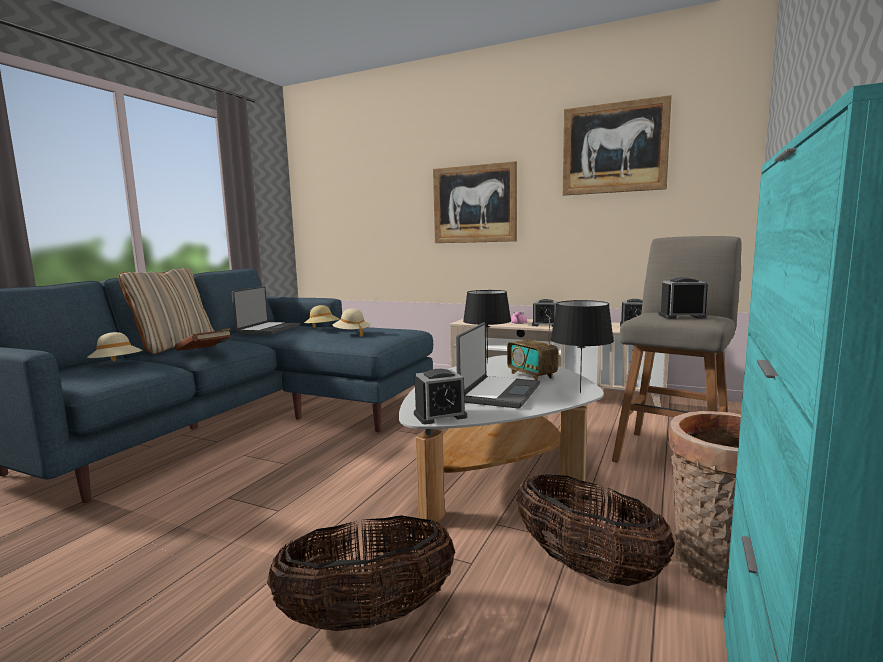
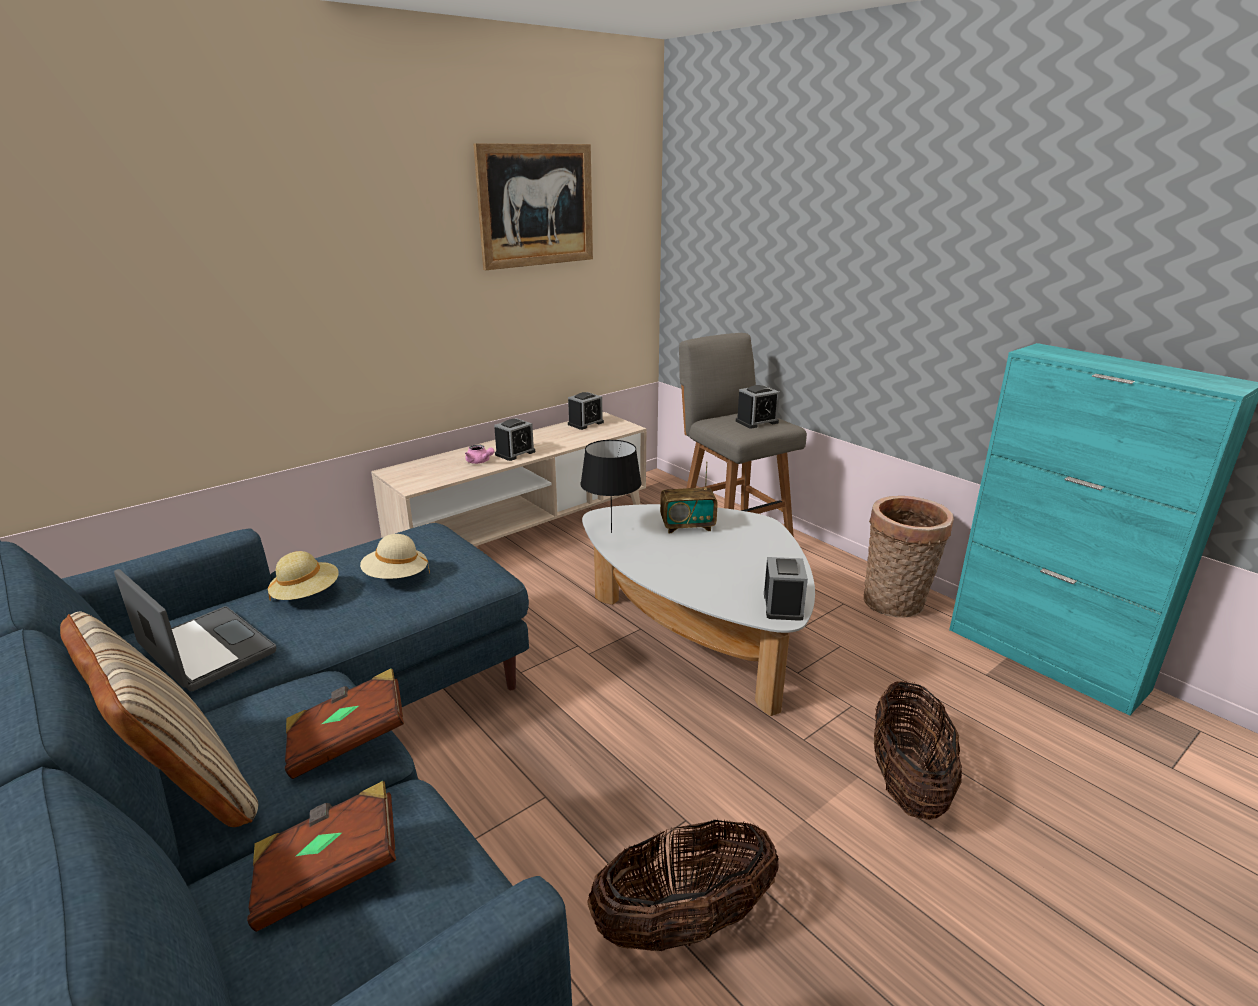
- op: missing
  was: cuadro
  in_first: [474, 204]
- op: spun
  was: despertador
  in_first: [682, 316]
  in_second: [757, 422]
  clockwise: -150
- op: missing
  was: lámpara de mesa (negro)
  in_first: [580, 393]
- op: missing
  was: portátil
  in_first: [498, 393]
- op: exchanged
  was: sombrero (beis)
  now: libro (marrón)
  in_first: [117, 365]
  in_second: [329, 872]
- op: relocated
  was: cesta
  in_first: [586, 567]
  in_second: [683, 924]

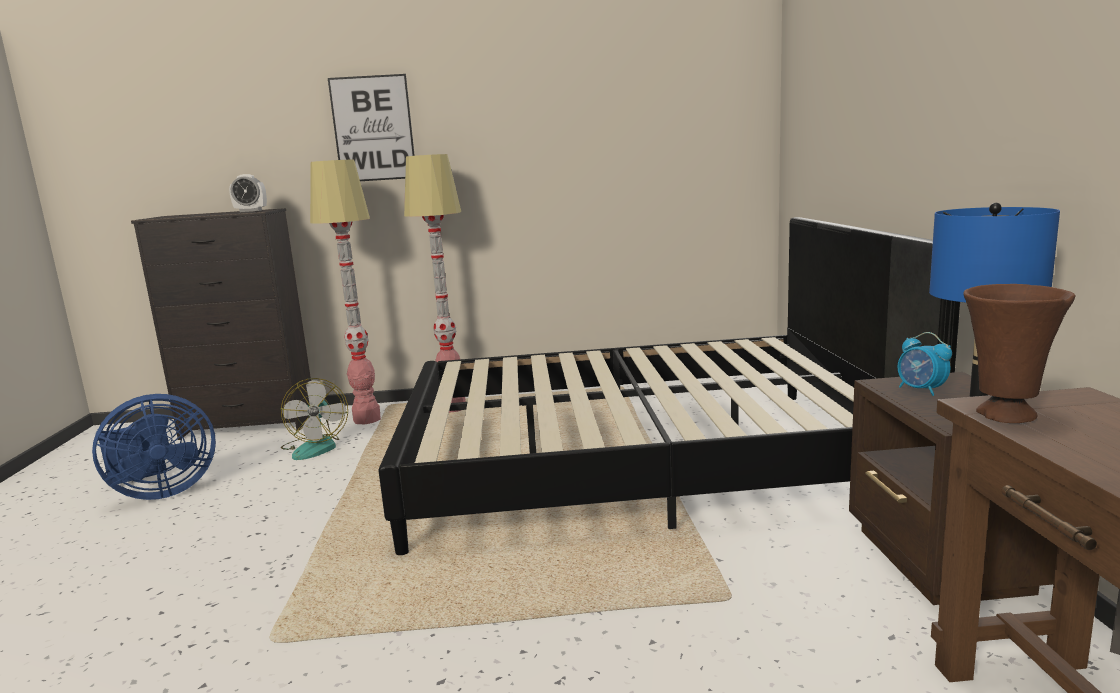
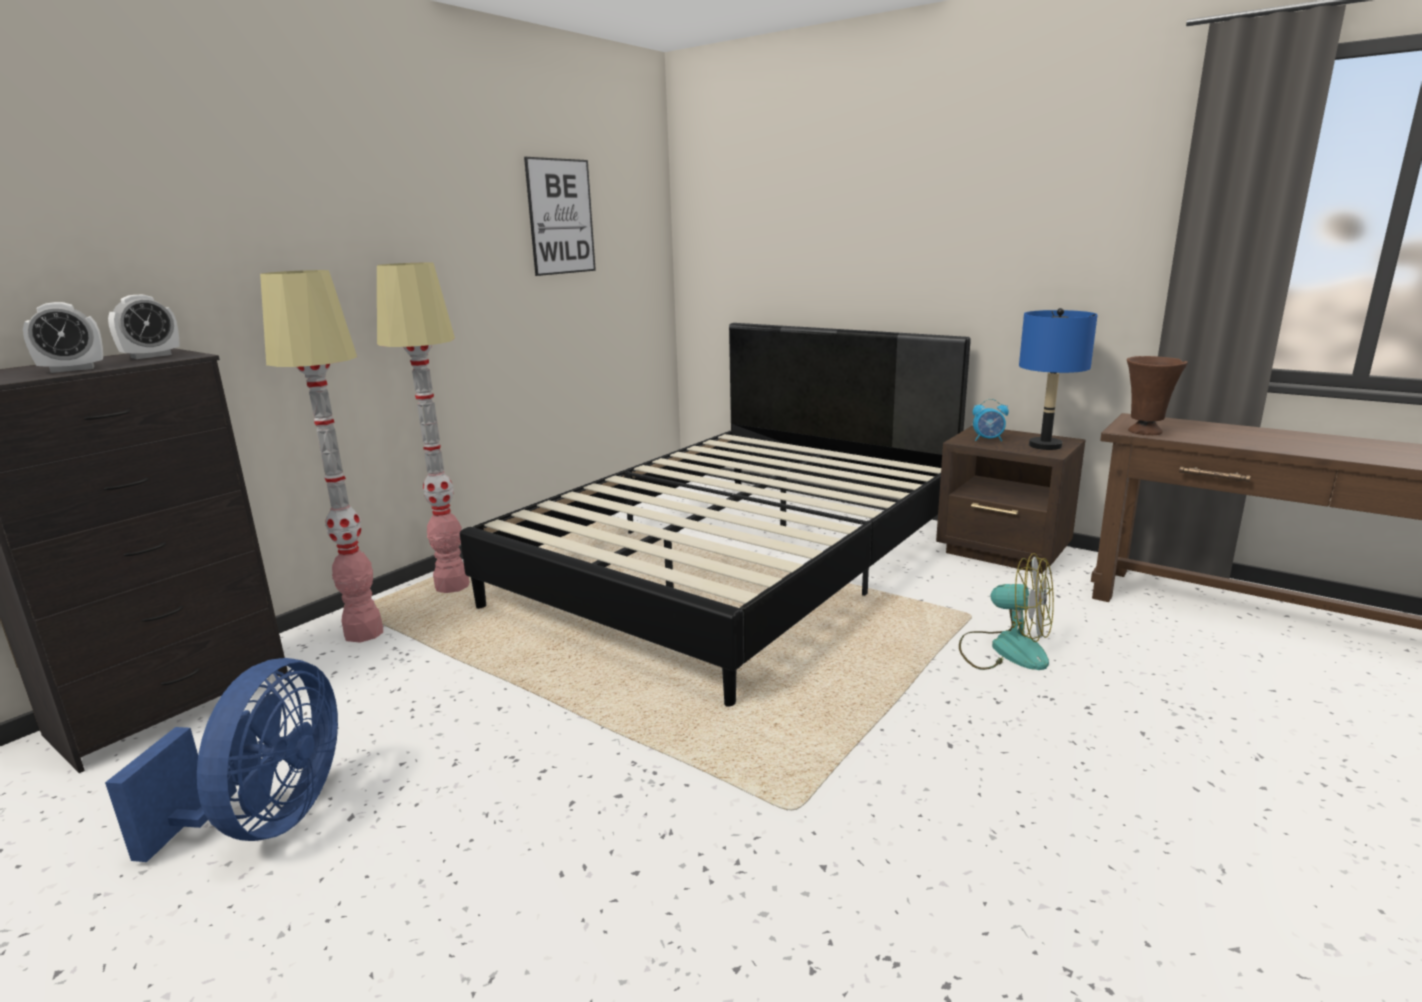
- op: relocated
  was: cuadro
  in_first: [373, 129]
  in_second: [561, 217]
- op: relocated
  was: ventilador
  in_first: [316, 447]
  in_second: [1005, 649]
- op: appeared
  now: despertador
  in_second: [73, 369]

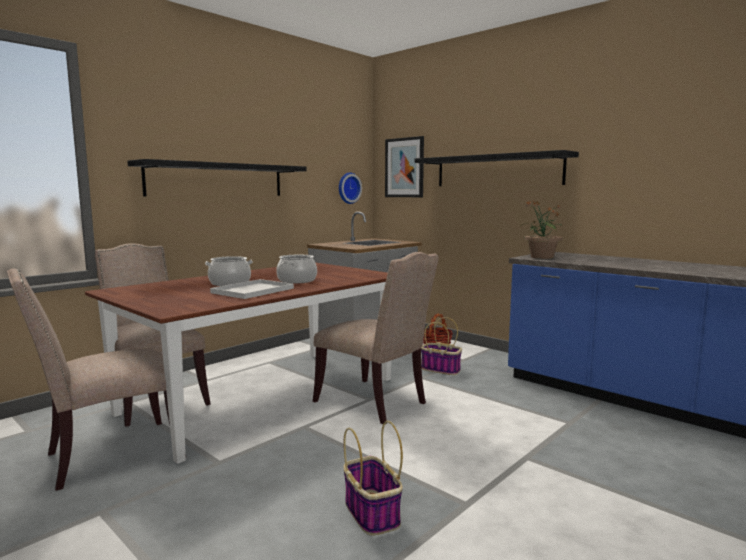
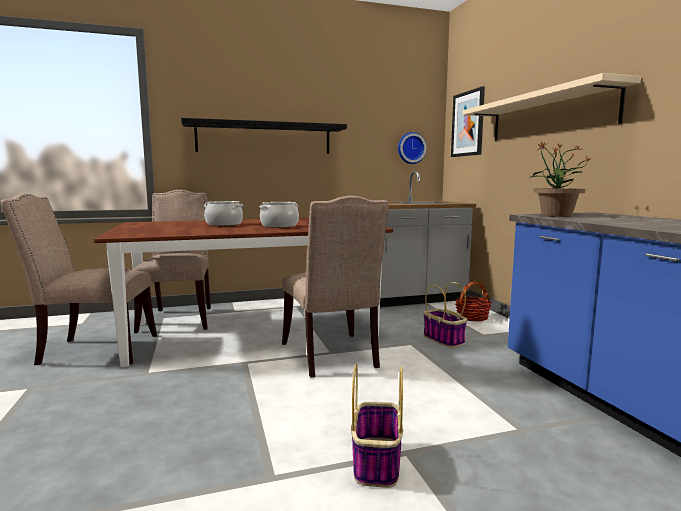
- op: colour
  was: estante (negro)
  now: estante (beis)
  in_first: [497, 171]
  in_second: [549, 115]
- op: missing
  was: bandeja (blanco)
  in_first: [252, 291]
- op: relocated
  was: cesta
  in_first: [371, 512]
  in_second: [376, 461]

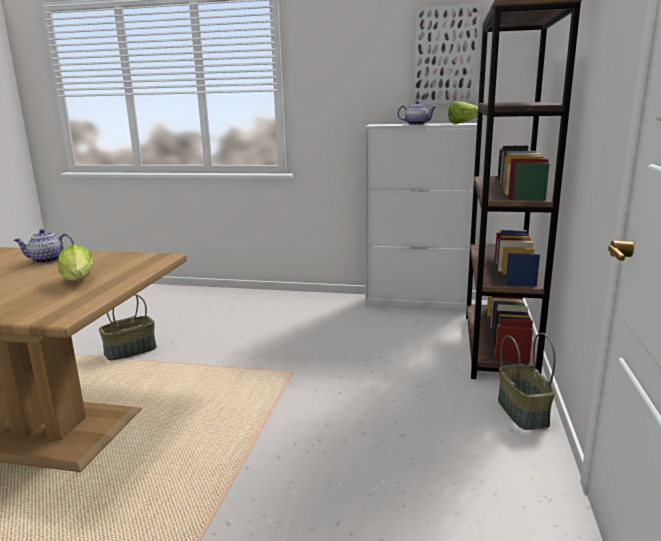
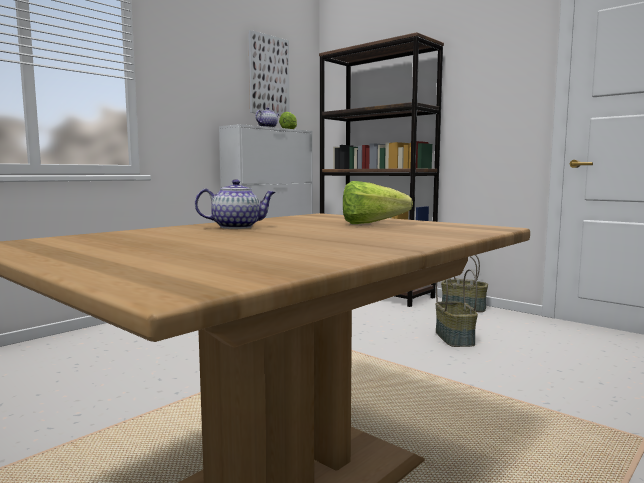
- op: spun
  was: tetera
  in_first: [46, 260]
  in_second: [237, 227]
  clockwise: -120
- op: relocated
  was: cesta
  in_first: [130, 351]
  in_second: [455, 338]

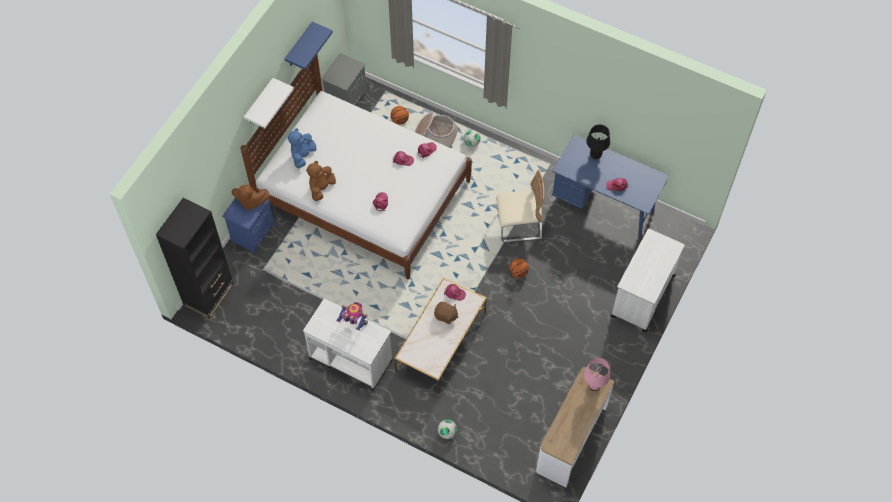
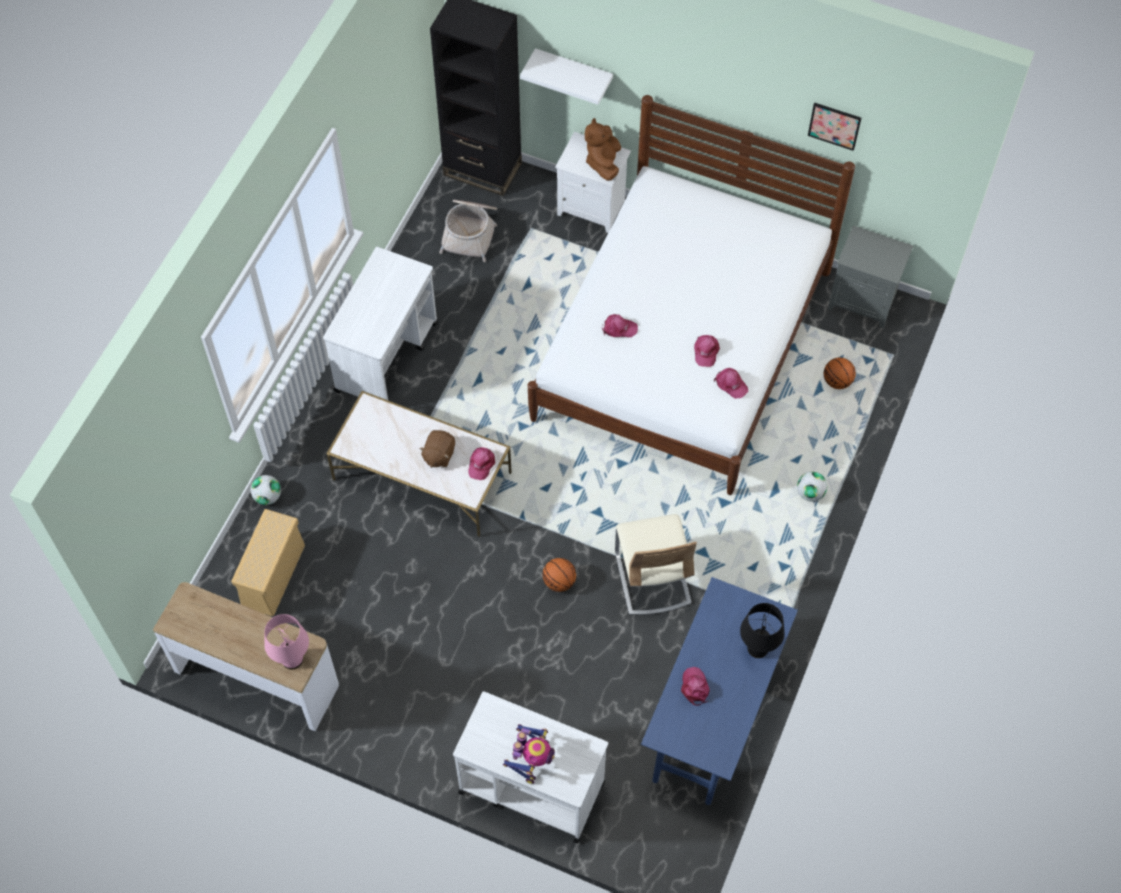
- op: exchanged
  was: estante (azul)
  now: cuadro
  in_first: [299, 46]
  in_second: [834, 126]
- op: relocated
  was: estante (blanco)
  in_first: [259, 103]
  in_second: [573, 71]
- op: relocated
  was: cesta
  in_first: [436, 135]
  in_second: [470, 232]
- op: missing
  was: peluche (azul)
  in_first: [303, 155]
- op: missing
  was: peluche (marrón)
  in_first: [321, 188]
- op: colour
  was: mesita de noche (azul)
  now: mesita de noche (blanco)
  in_first: [252, 233]
  in_second: [593, 207]
- op: relocated
  was: robot de juguete
  in_first: [353, 322]
  in_second: [531, 760]
- op: appeared
  now: caja de almacenaje (beis)
  in_second: [273, 574]

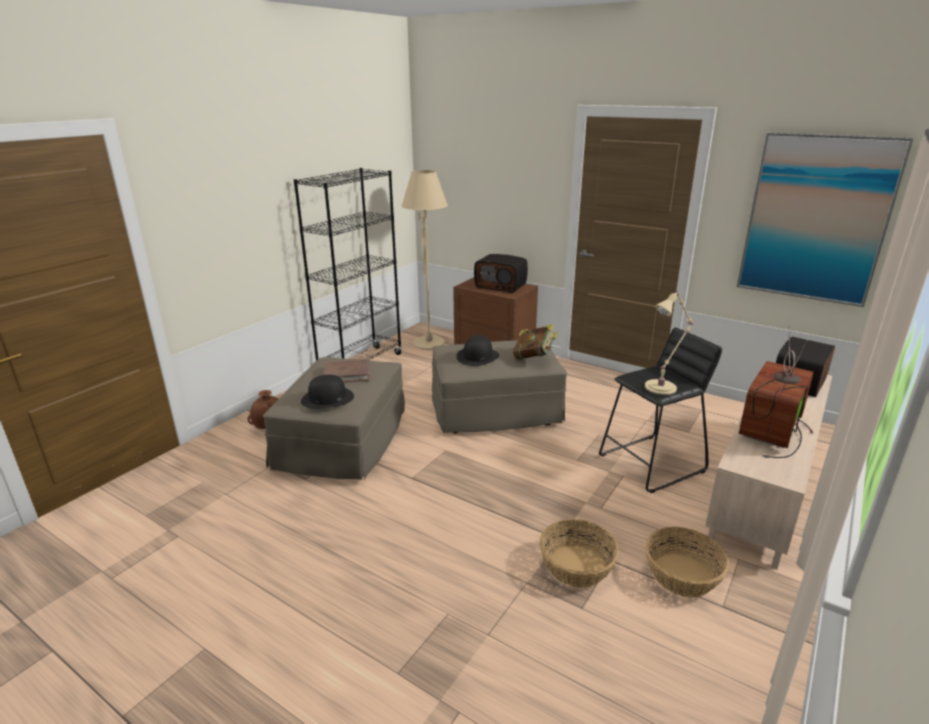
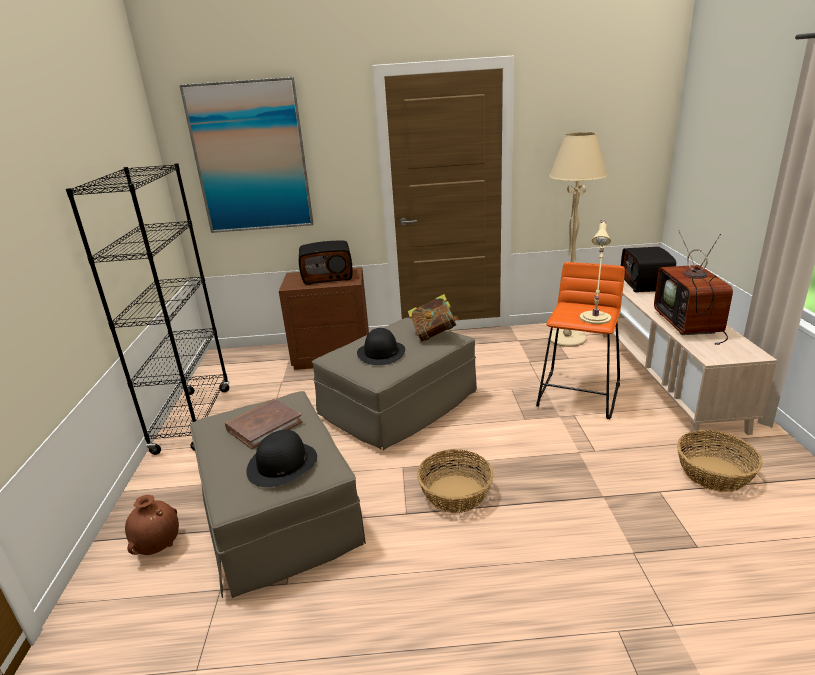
- op: relocated
  was: cuadro
  in_first: [816, 219]
  in_second: [250, 158]
- op: relocated
  was: lámpara de pie (beis)
  in_first: [429, 343]
  in_second: [567, 339]
- op: colour
  was: taburete (negro)
  now: taburete (naranja)
  in_first: [652, 463]
  in_second: [579, 395]
- op: relocated
  was: cesta
  in_first: [576, 566]
  in_second: [455, 494]

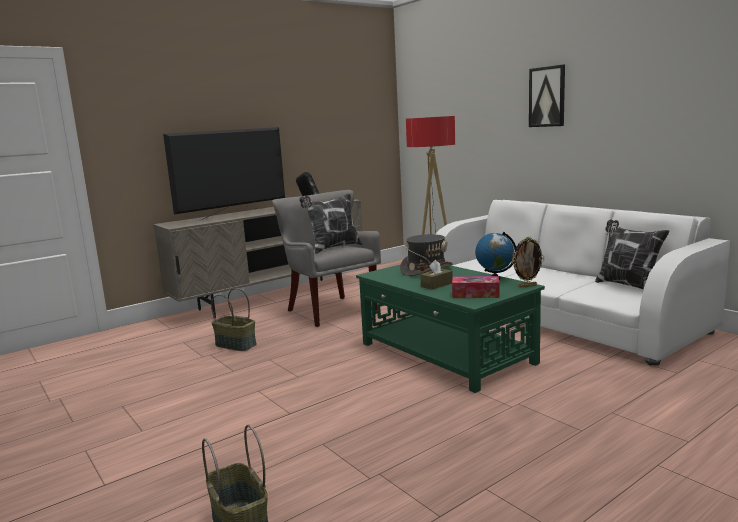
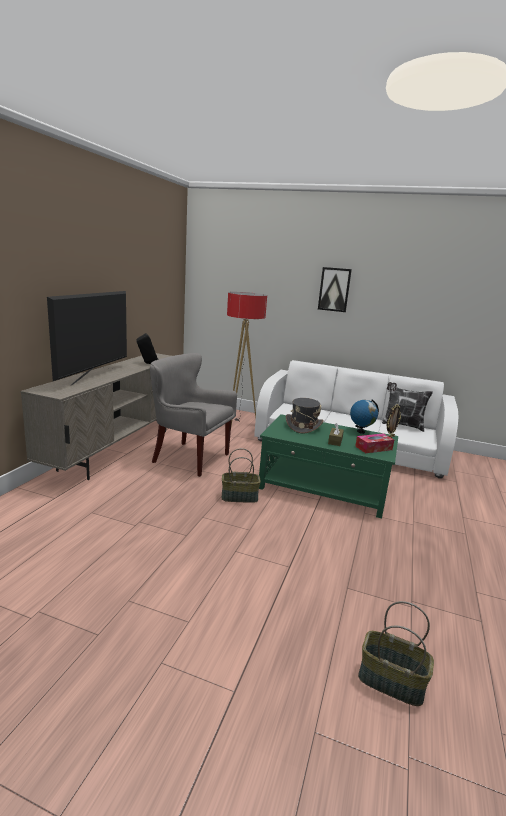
- op: missing
  was: cojín
  in_first: [333, 248]
- op: relocated
  was: cesta
  in_first: [236, 345]
  in_second: [240, 497]

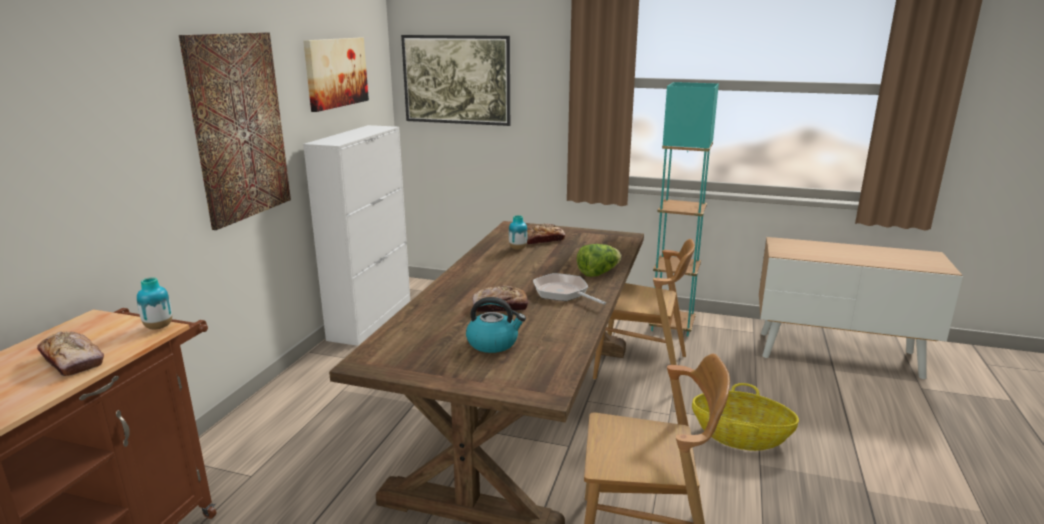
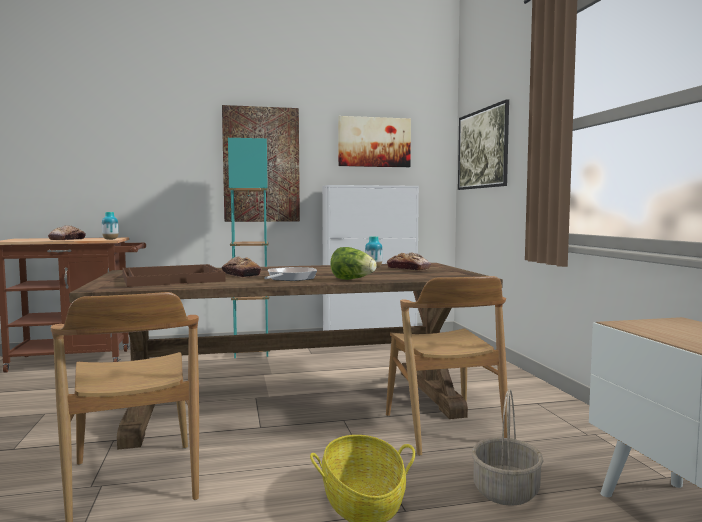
- op: relocated
  was: lámpara de pie (turquesa)
  in_first: [672, 326]
  in_second: [251, 353]
- op: exchanged
  was: hervidor
  now: bandeja (marrón)
  in_first: [493, 343]
  in_second: [173, 278]
- op: appeared
  now: cesta
  in_second: [506, 491]

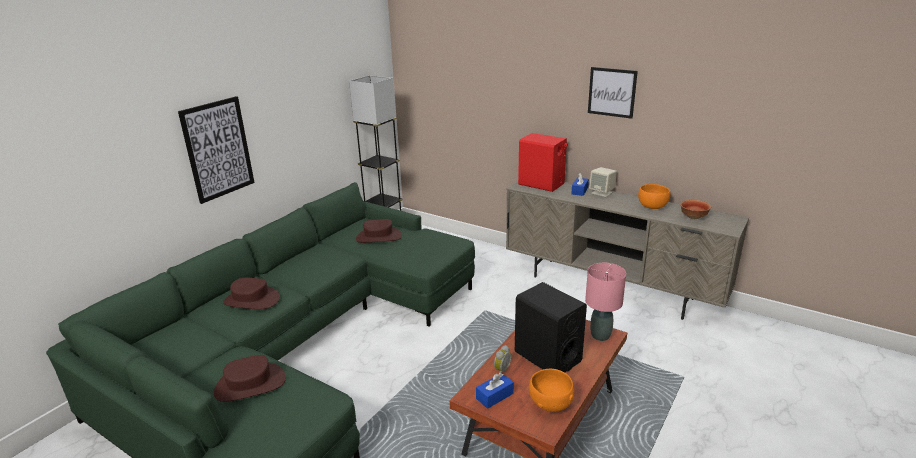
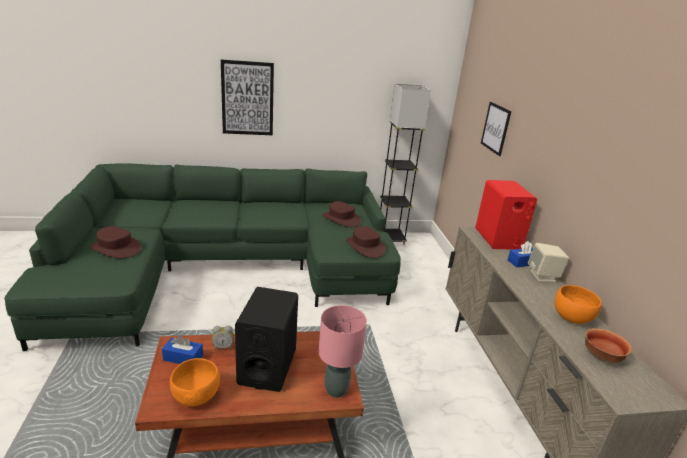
- op: relocated
  was: cuadro
  in_first: [612, 92]
  in_second: [495, 128]
- op: relocated
  was: sombrero (marrón)
  in_first: [251, 300]
  in_second: [365, 246]

